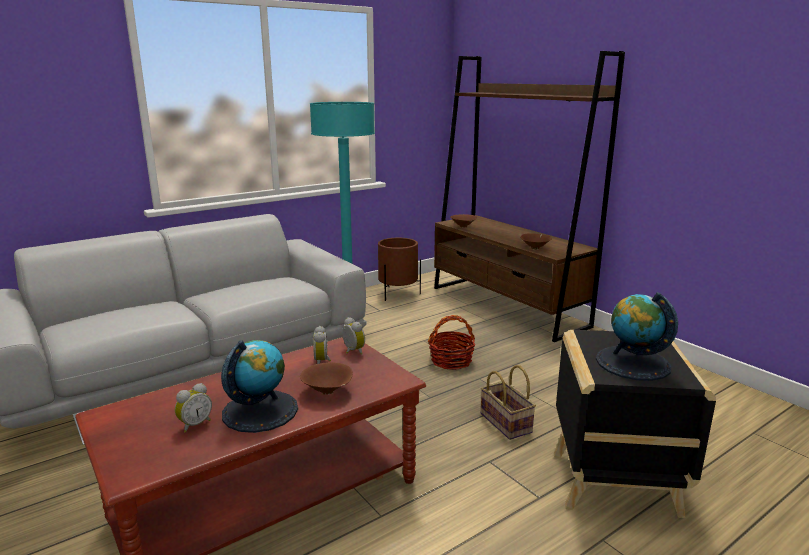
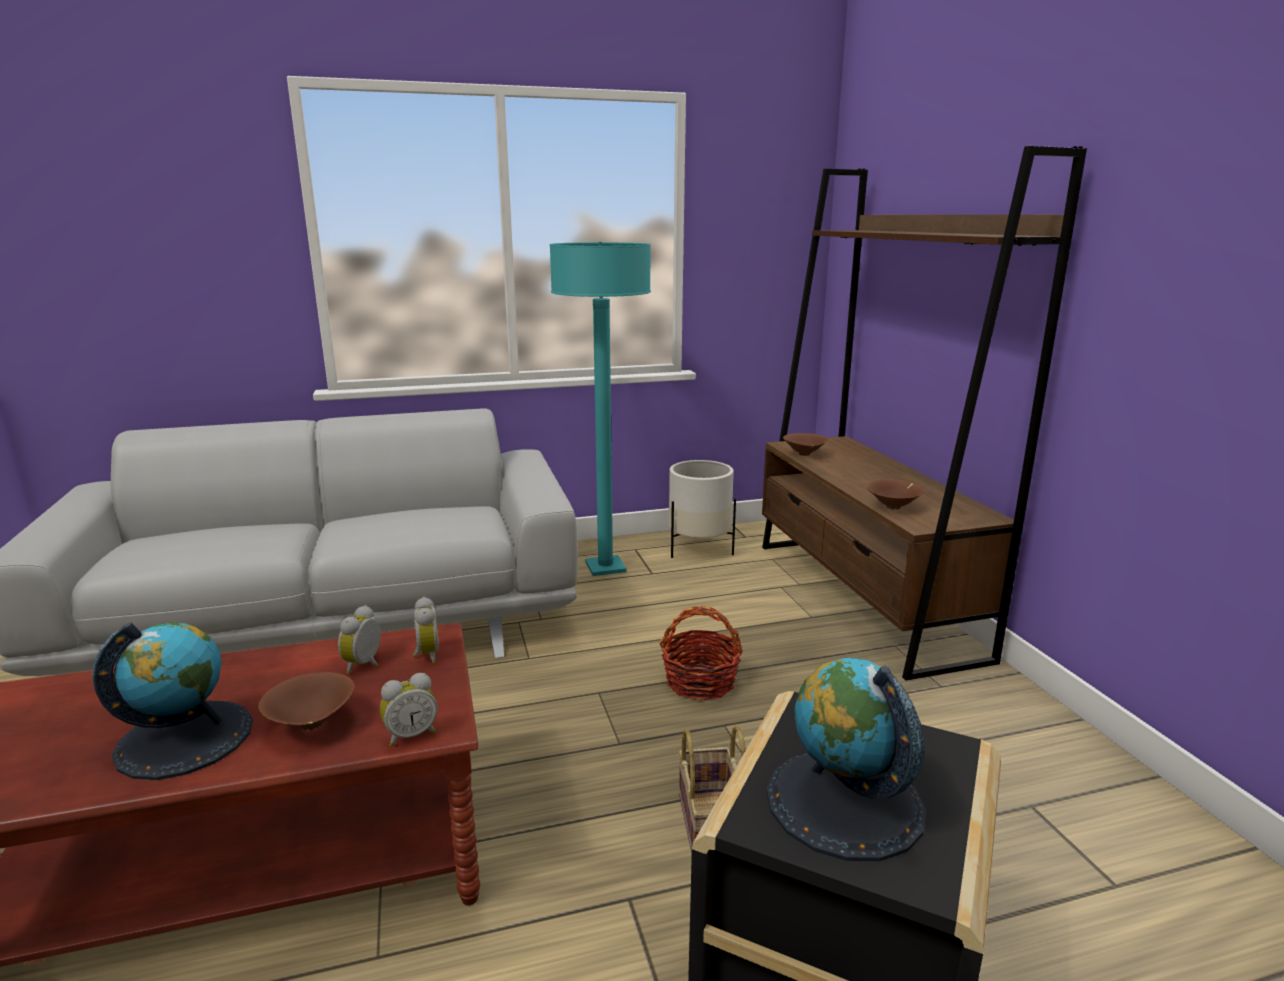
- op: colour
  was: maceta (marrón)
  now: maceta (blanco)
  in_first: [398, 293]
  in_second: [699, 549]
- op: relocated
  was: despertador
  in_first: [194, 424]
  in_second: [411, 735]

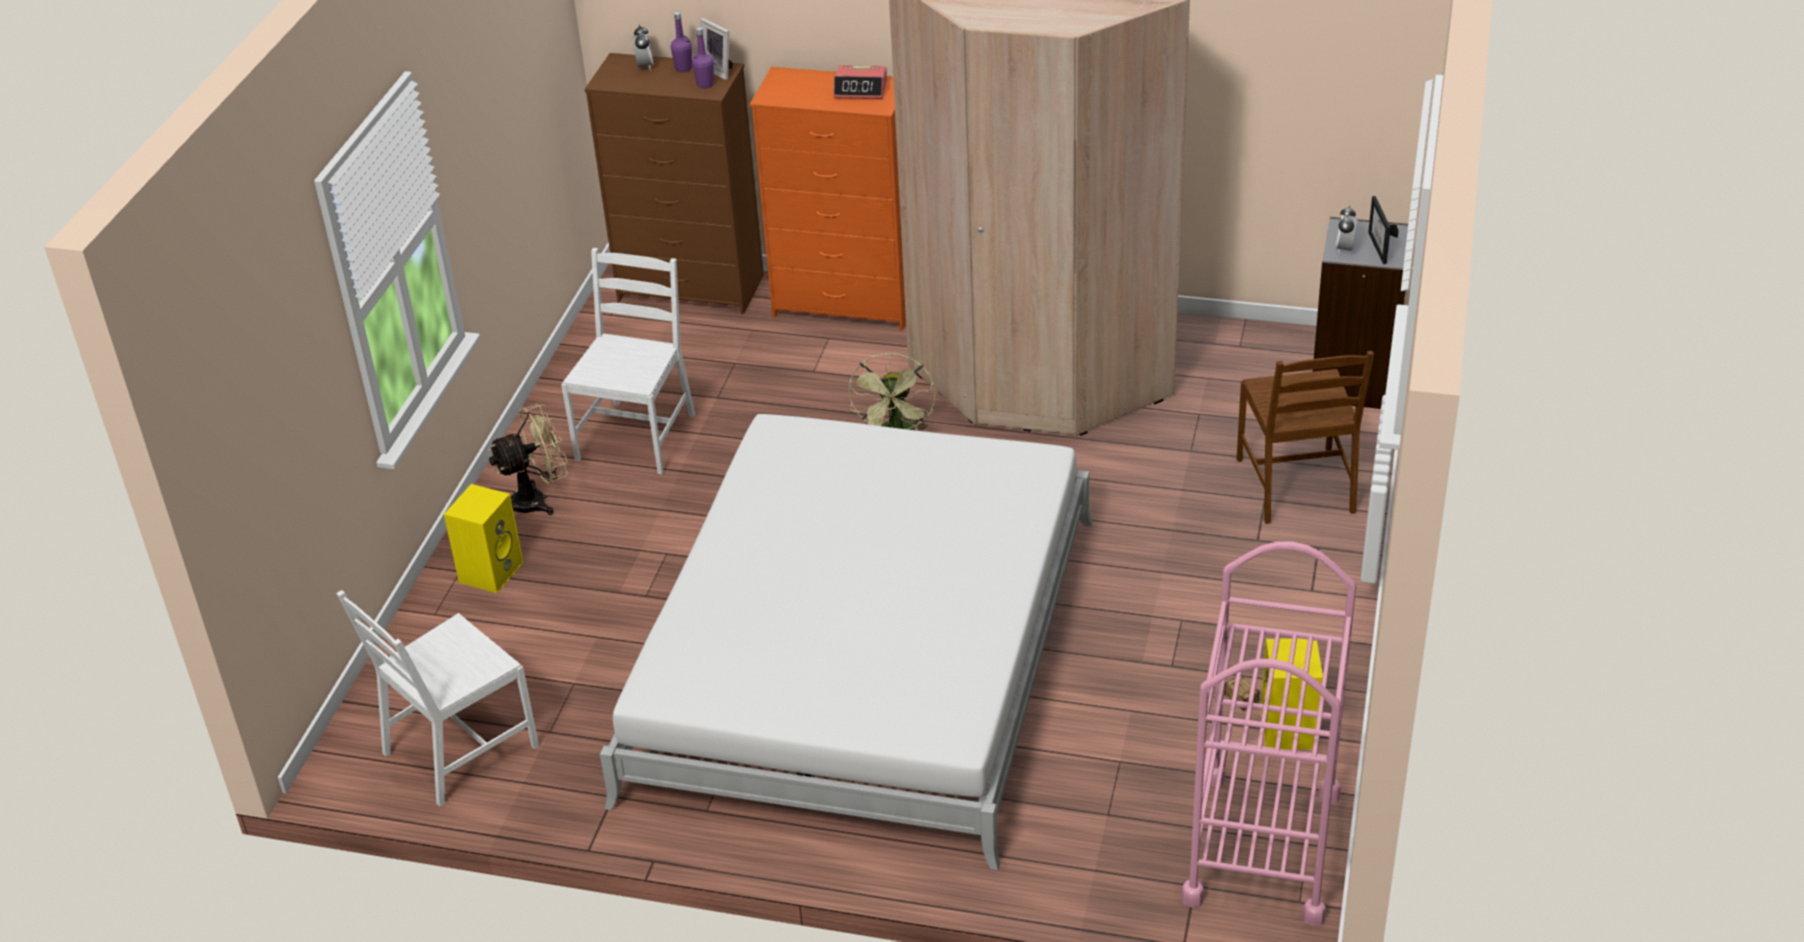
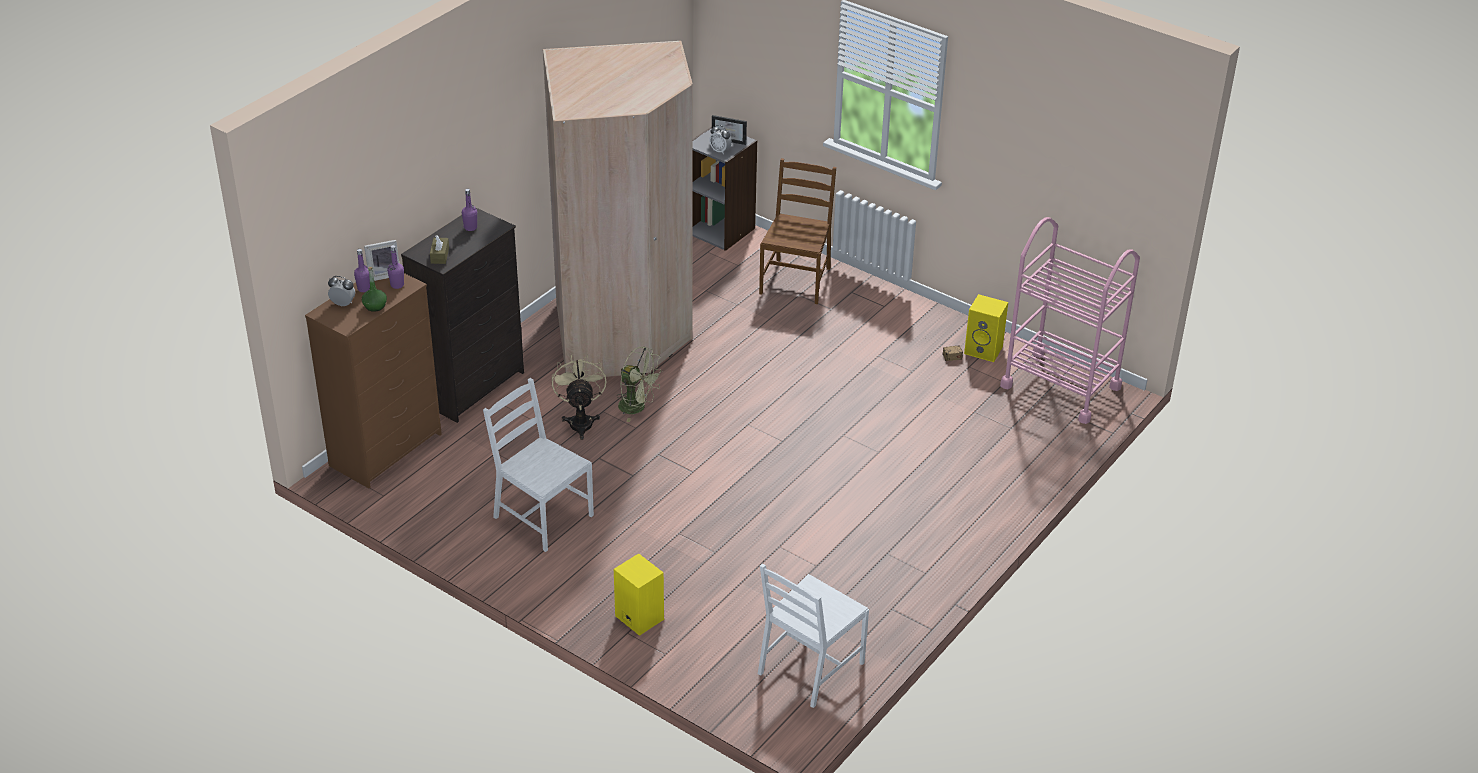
- op: exchanged
  was: despertador
  now: botella (morado)
  in_first: [861, 89]
  in_second: [470, 227]
- op: colour
  was: cómoda (naranja)
  now: cómoda (negro)
  in_first: [847, 305]
  in_second: [473, 387]
- op: spun
  was: silla (marrón)
  in_first: [1297, 486]
  in_second: [796, 280]
  clockwise: -90
- op: relocated
  was: ventilador (beis)
  in_first: [537, 500]
  in_second: [580, 421]
- op: missing
  was: cama (blanco)
  in_first: [864, 656]
- op: spun
  was: silla (blanco)
  in_first: [459, 750]
  in_second: [810, 668]
  clockwise: 60
- op: appeared
  now: caja de pañuelos (marrón)
  in_second: [440, 255]
- op: appeared
  now: botella (verde)
  in_second: [375, 306]

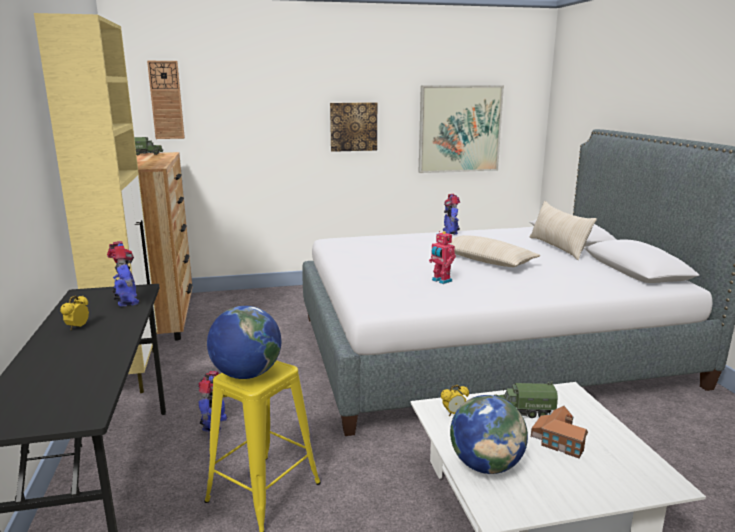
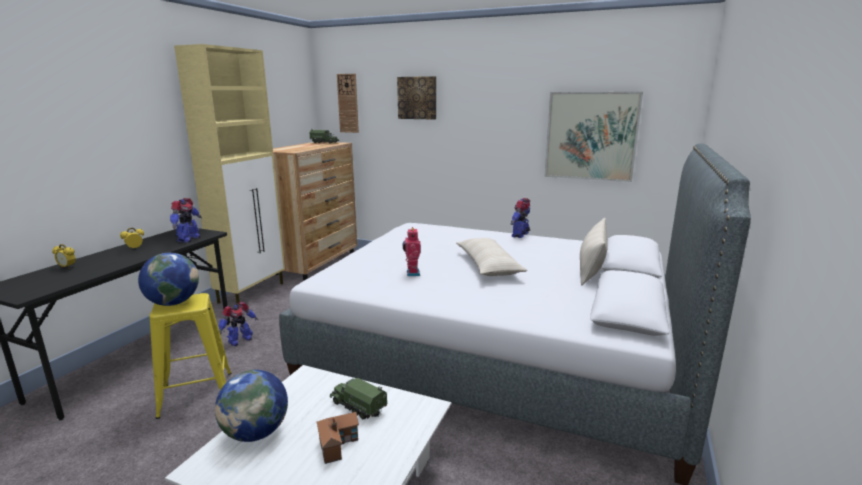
- op: relocated
  was: cuadro
  in_first: [353, 126]
  in_second: [417, 98]
- op: relocated
  was: despertador
  in_first: [453, 413]
  in_second: [67, 267]

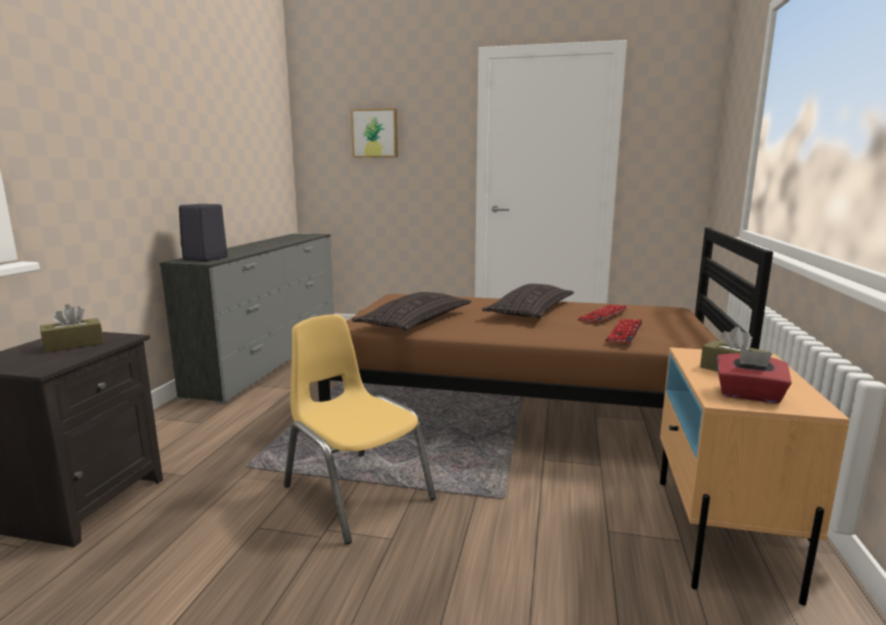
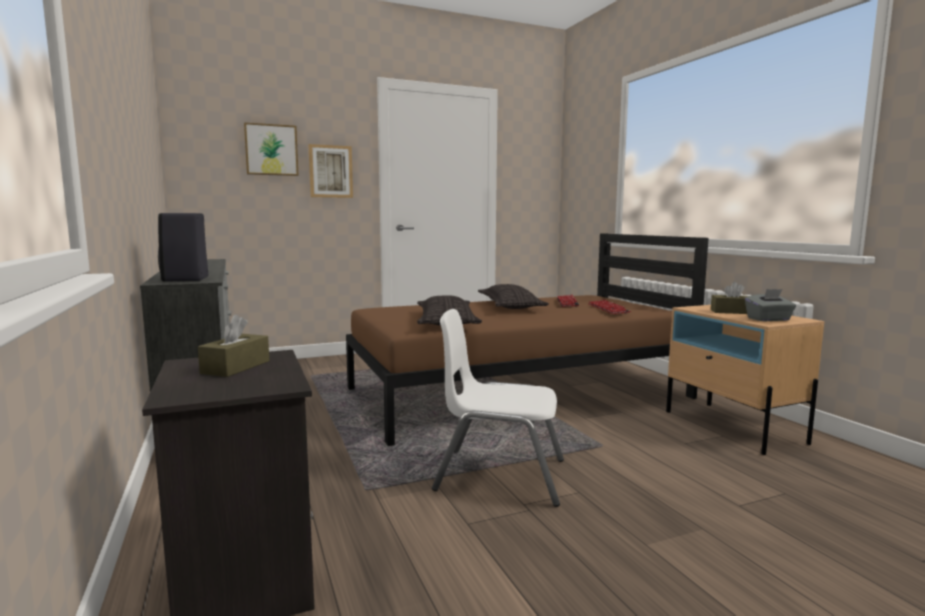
- op: colour
  was: silla (amarillo)
  now: silla (blanco)
  in_first: [357, 492]
  in_second: [500, 475]
- op: colour
  was: caja de pañuelos (rojo)
  now: caja de pañuelos (gris)
  in_first: [749, 395]
  in_second: [768, 319]
- op: appeared
  now: cuadro
  in_second: [330, 171]

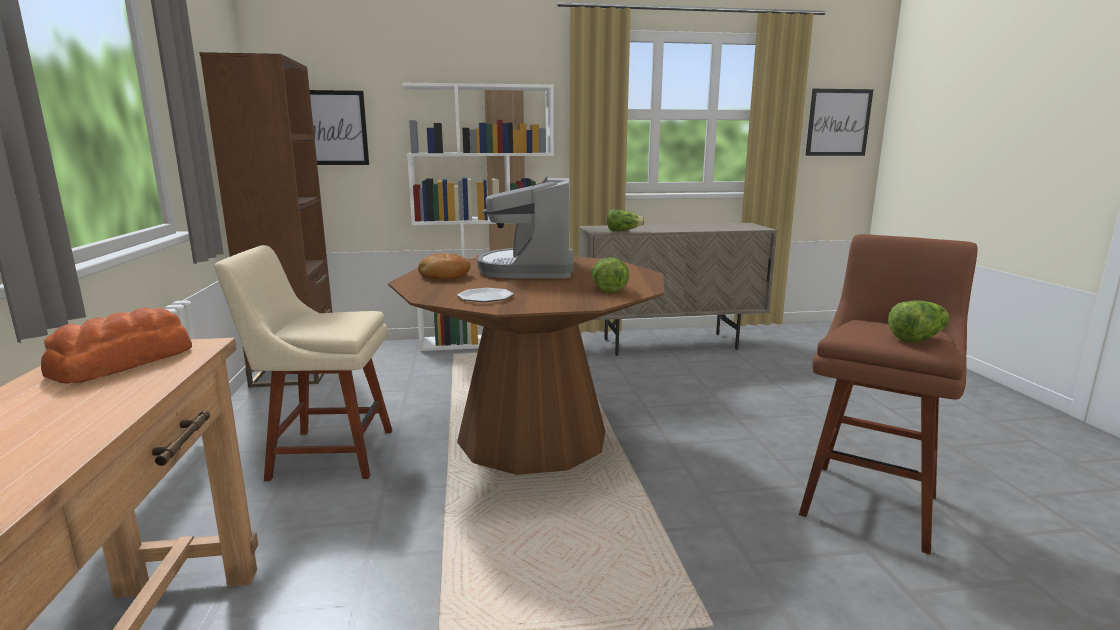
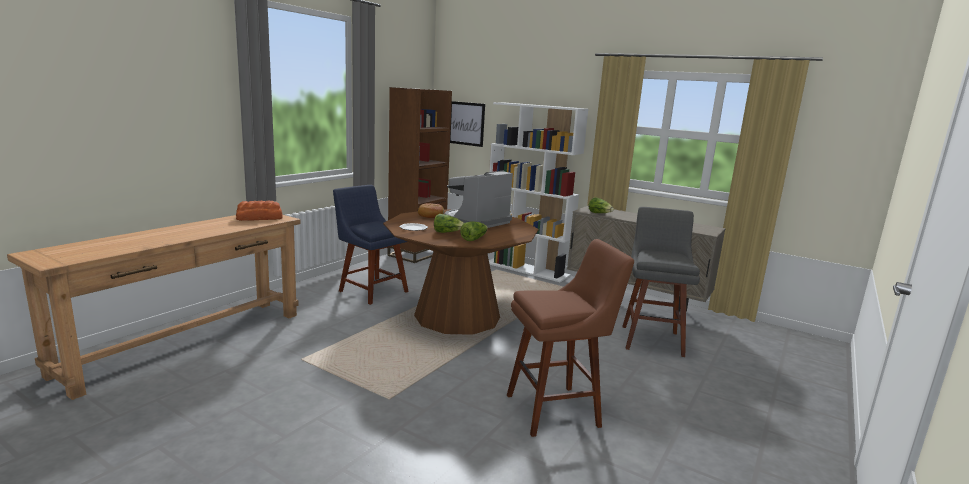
- op: missing
  was: cuadro
  in_first: [838, 122]
- op: colour
  was: silla (beis)
  now: silla (azul)
  in_first: [325, 453]
  in_second: [371, 290]
- op: relocated
  was: lechuga
  in_first: [917, 338]
  in_second: [447, 232]
- op: appeared
  now: taburete (gris)
  in_second: [651, 339]

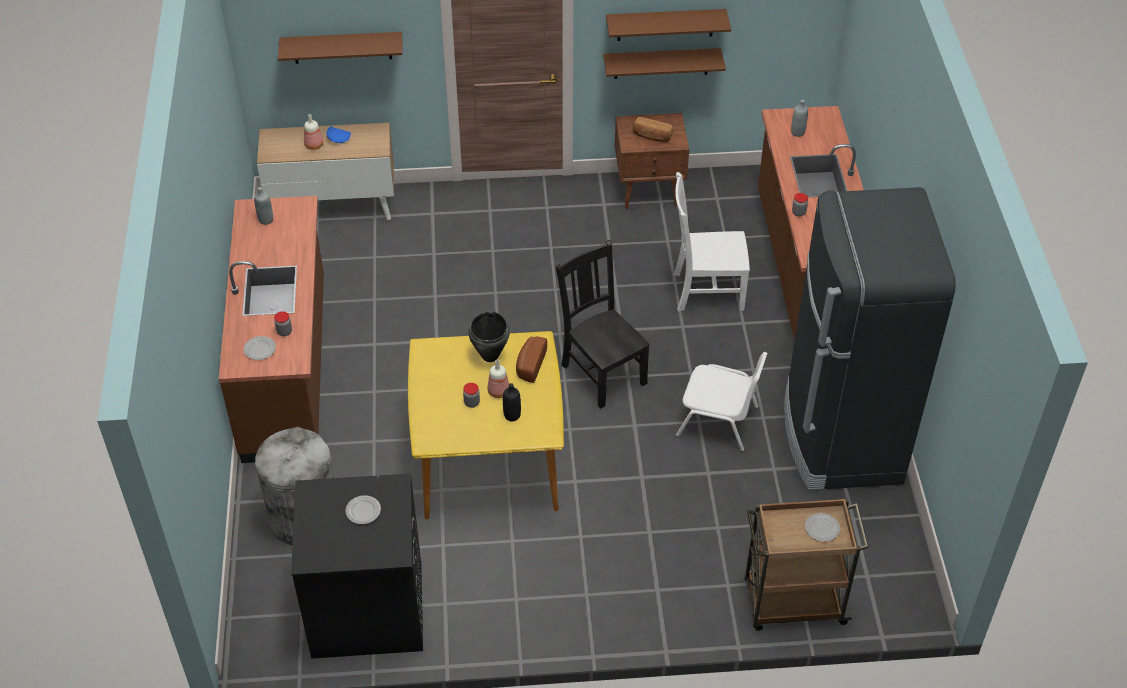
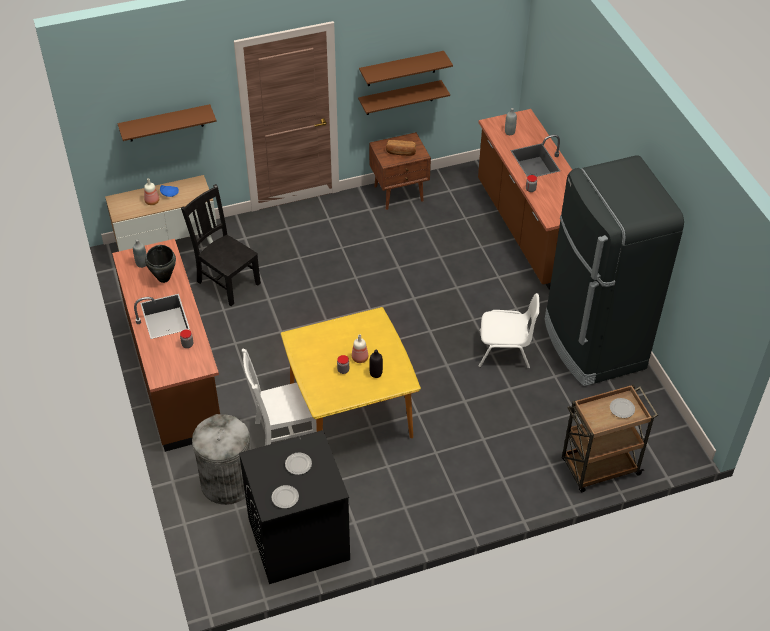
- op: relocated
  was: silla (blanco)
  in_first: [705, 291]
  in_second: [284, 433]
- op: relocated
  was: silla (negro)
  in_first: [602, 372]
  in_second: [227, 281]
- op: relocated
  was: olla (negro)
  in_first: [490, 356]
  in_second: [164, 278]
- op: relocated
  was: plato
  in_first: [260, 349]
  in_second: [285, 497]
- op: missing
  was: pan
  in_first: [529, 365]

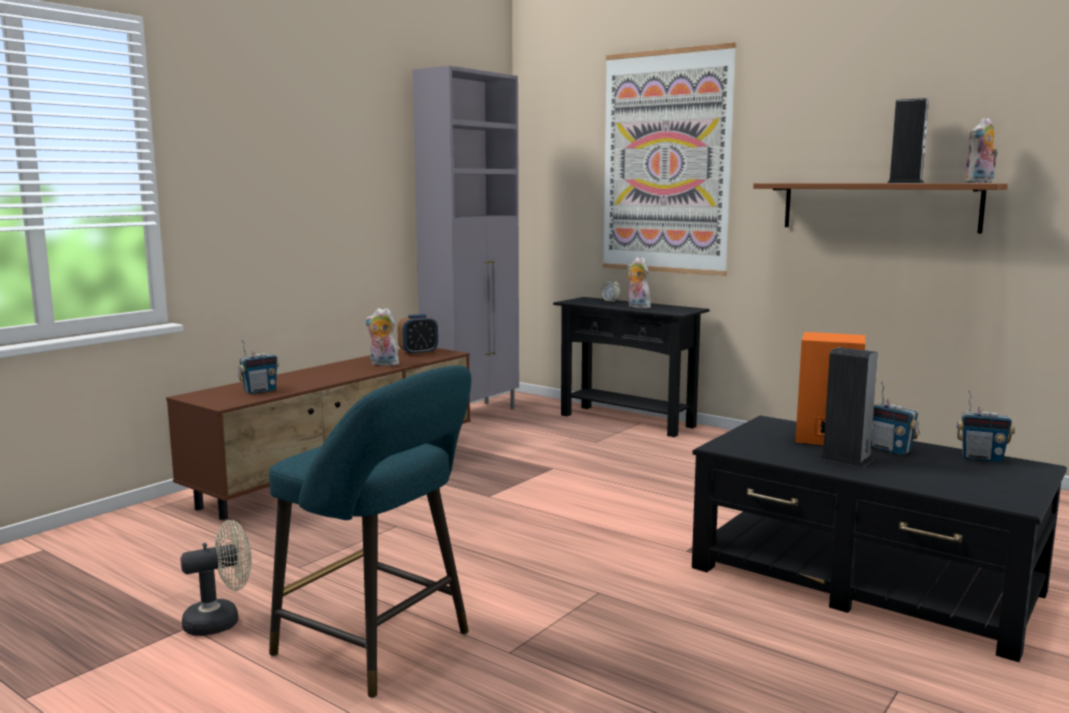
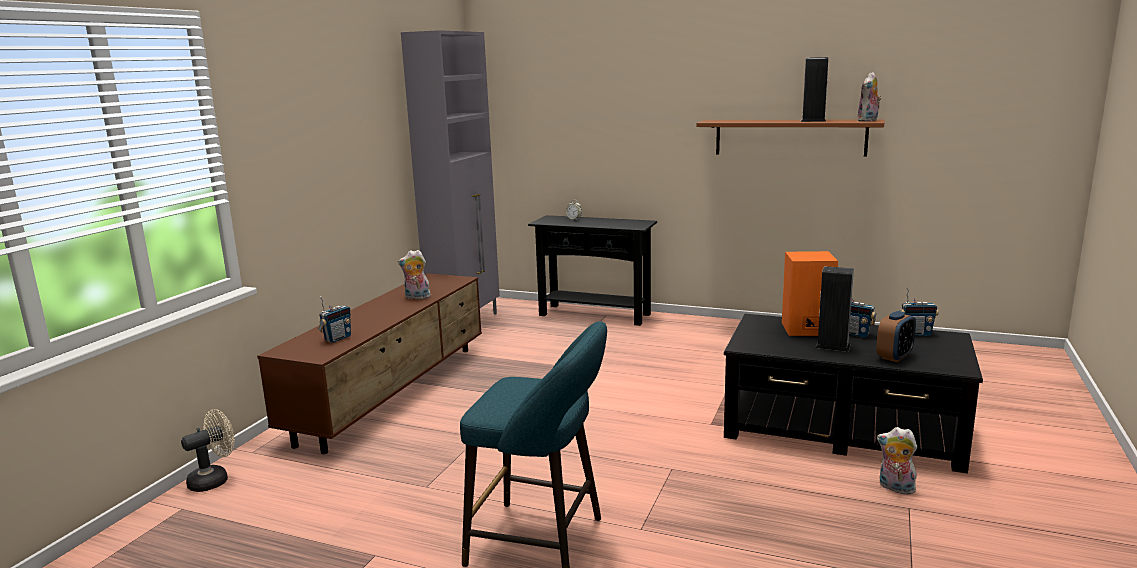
- op: missing
  was: cuadro
  in_first: [665, 163]
- op: relocated
  was: peluche
  in_first: [637, 307]
  in_second: [895, 488]
- op: relocated
  was: despertador
  in_first: [418, 353]
  in_second: [894, 357]
- op: relocated
  was: ventilador (beis)
  in_first: [221, 621]
  in_second: [214, 480]

